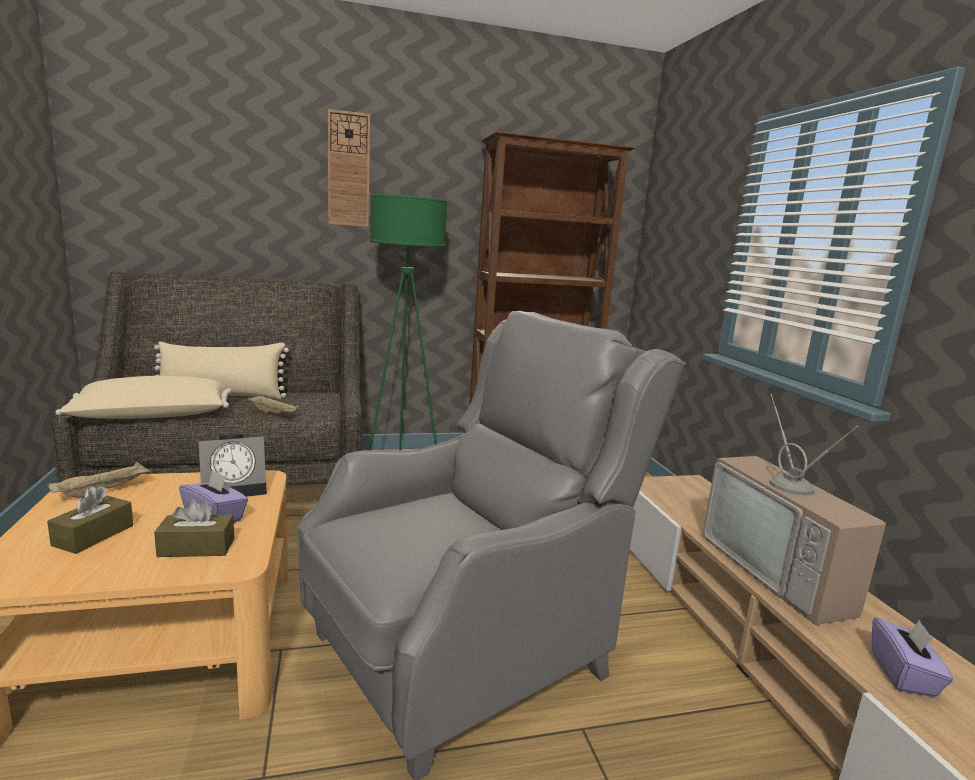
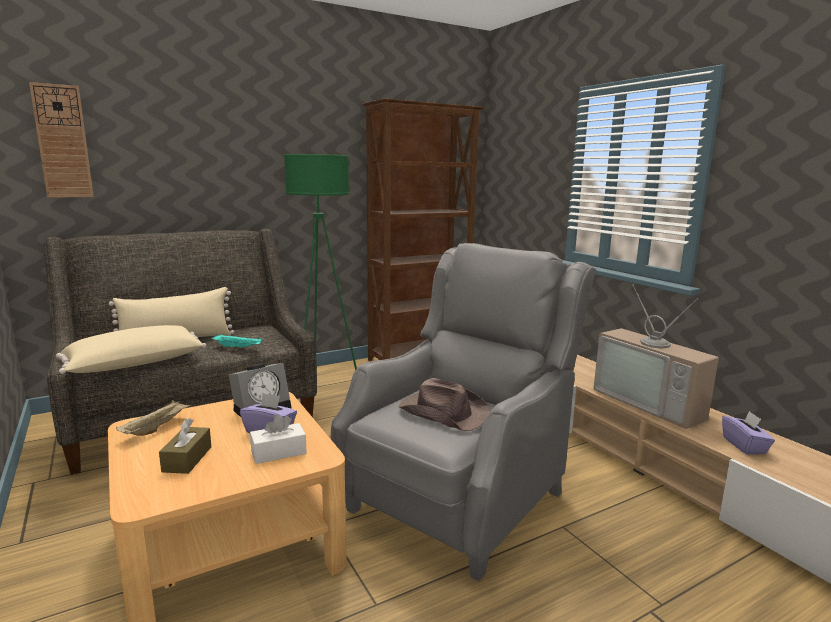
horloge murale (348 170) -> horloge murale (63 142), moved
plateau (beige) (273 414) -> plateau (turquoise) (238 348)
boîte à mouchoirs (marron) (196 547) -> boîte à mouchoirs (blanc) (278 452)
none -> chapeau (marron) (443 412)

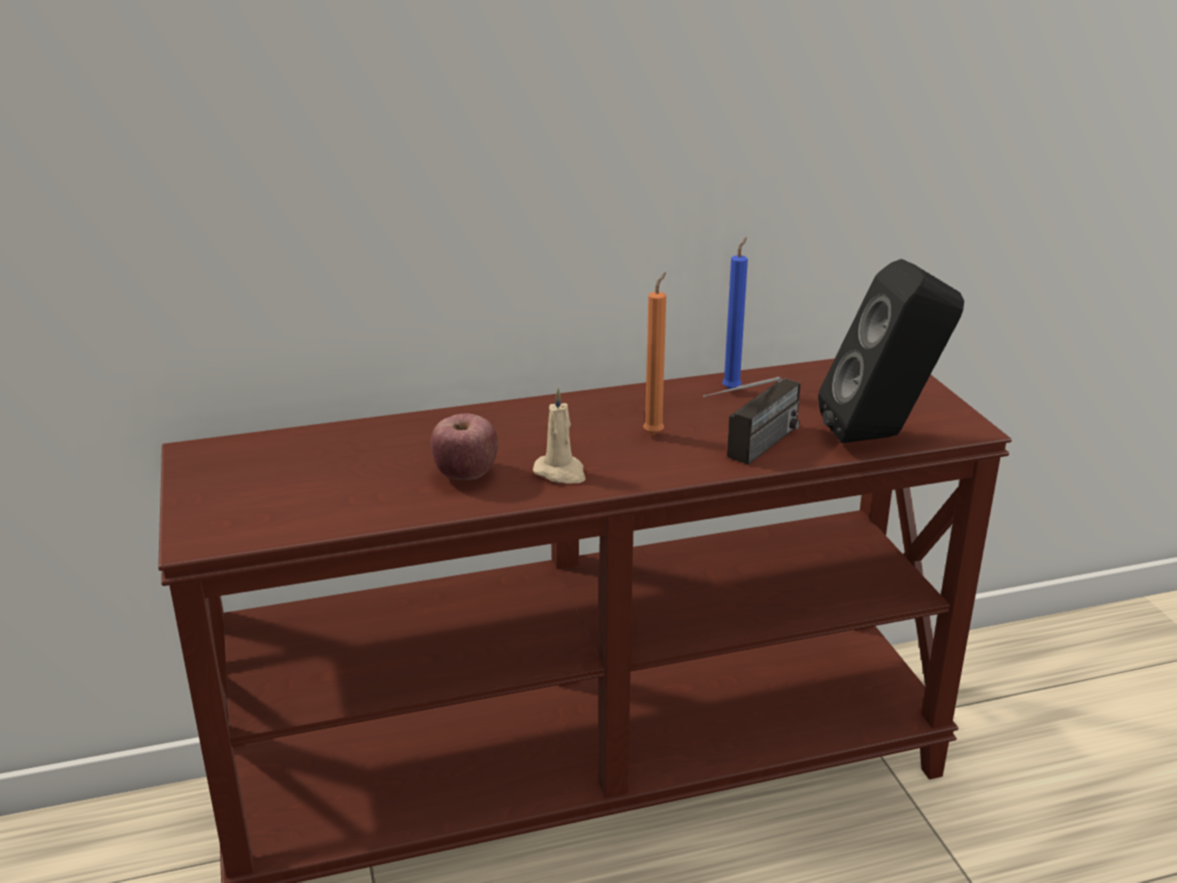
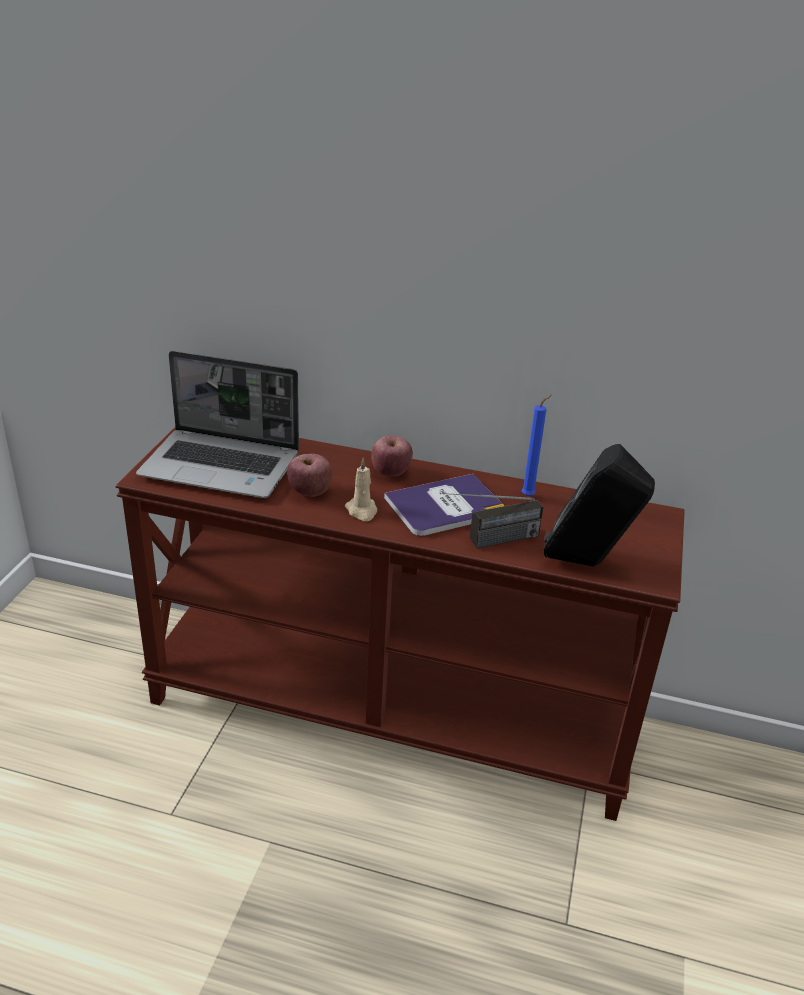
none -> ordinateur portable (222 466)
none -> pomme (391 473)
bougie (orange) (655 433) -> livre (445 507)

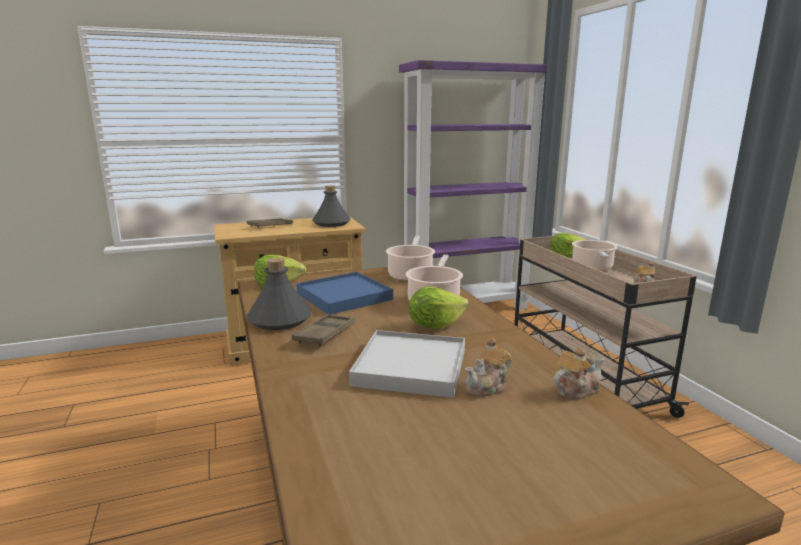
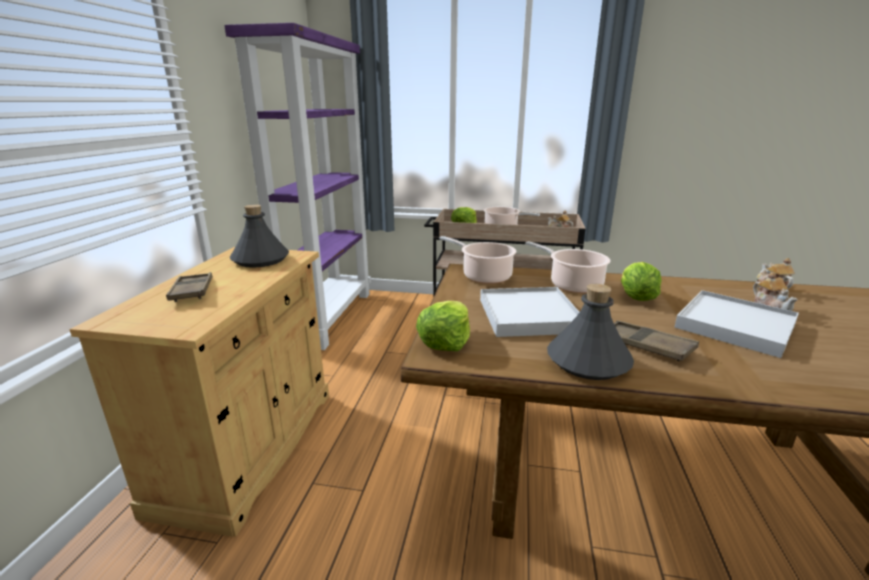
plateau (bleu) (344 296) -> plateau (blanc) (528 315)

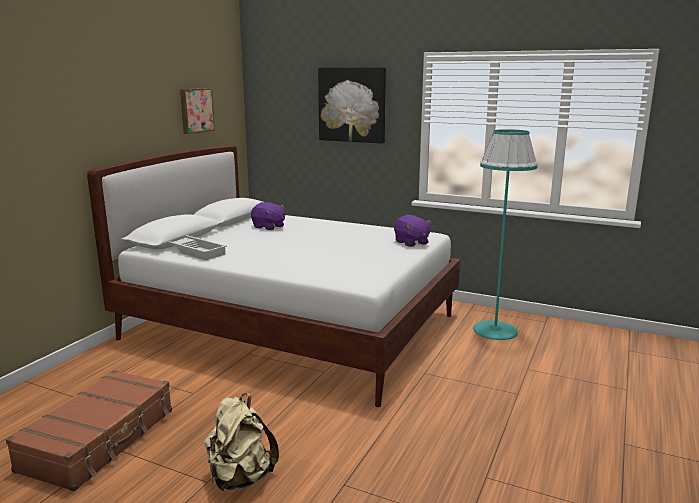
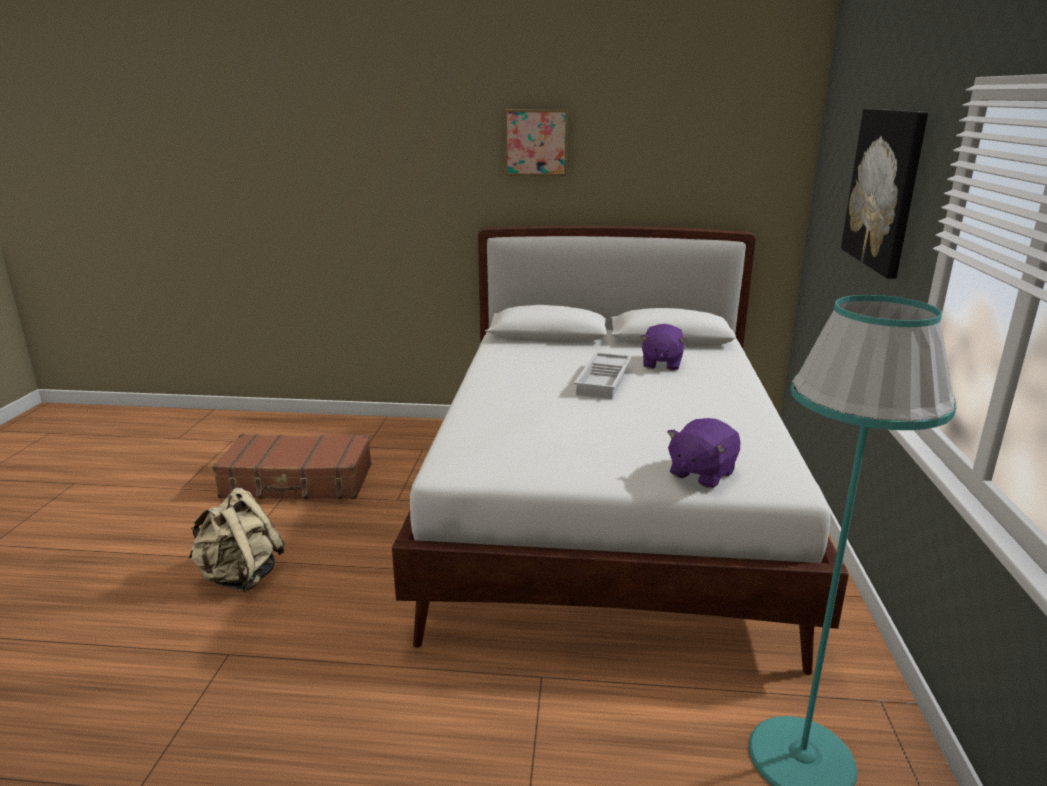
tableau (196 110) -> tableau (536 142), moved
plateau (blanc) (196 251) -> plateau (blanc) (605 381), moved

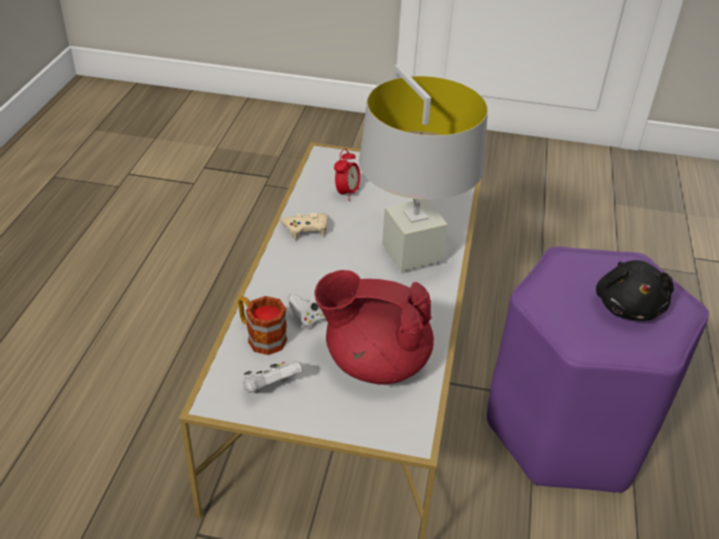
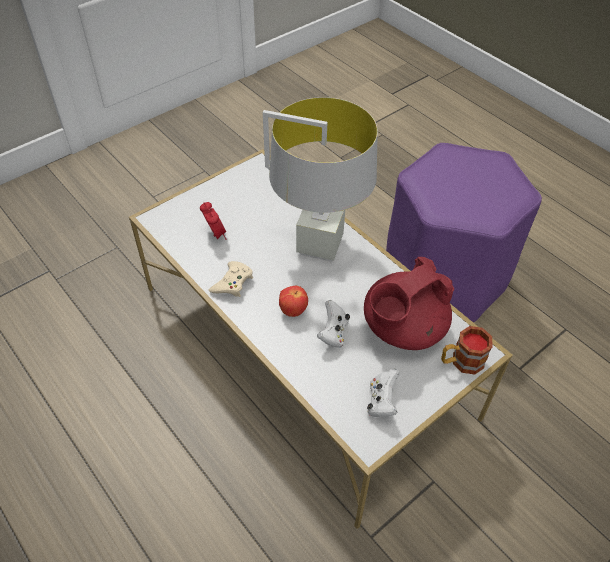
none -> pomme (293 311)
mug (261 336) -> mug (461 362), moved
peluche (noir) (628 306) -> none

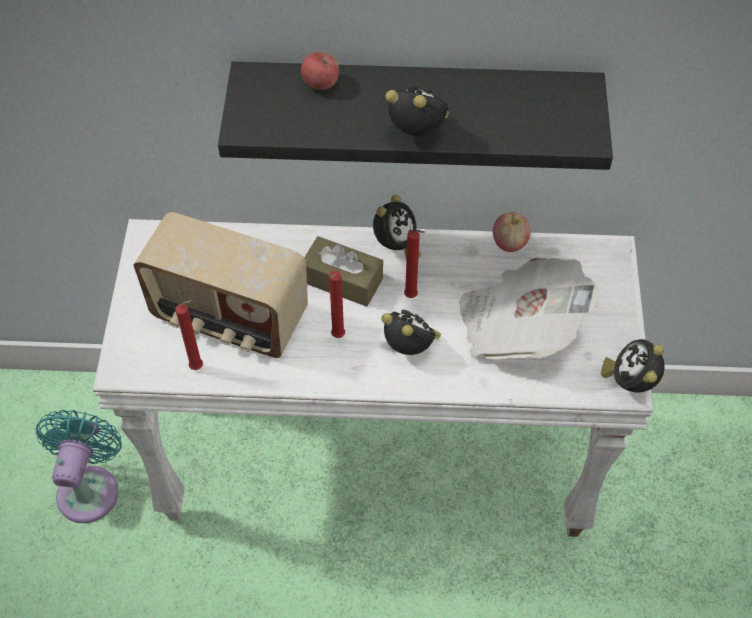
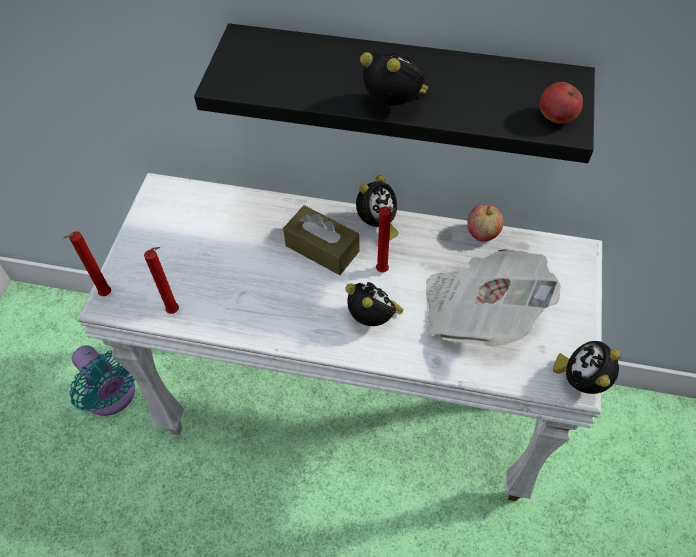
bougie (rouge) (337 337) -> bougie (rouge) (104 295), moved
ventilateur (turquoise) (89 487) -> ventilateur (turquoise) (113 396), 120 degrees clockwise
pomme (320 84) -> pomme (556 117), moved
radio (229 318) -> none

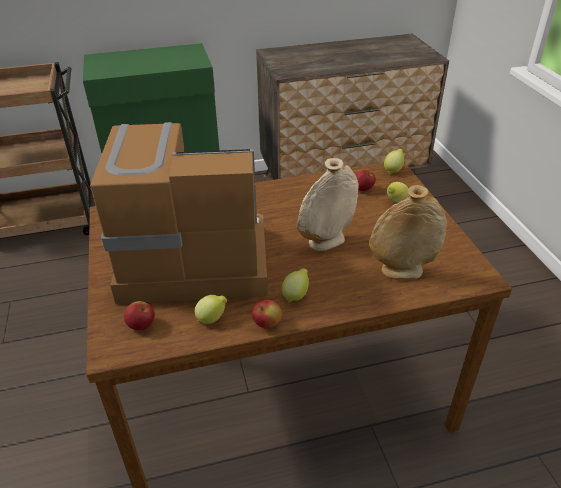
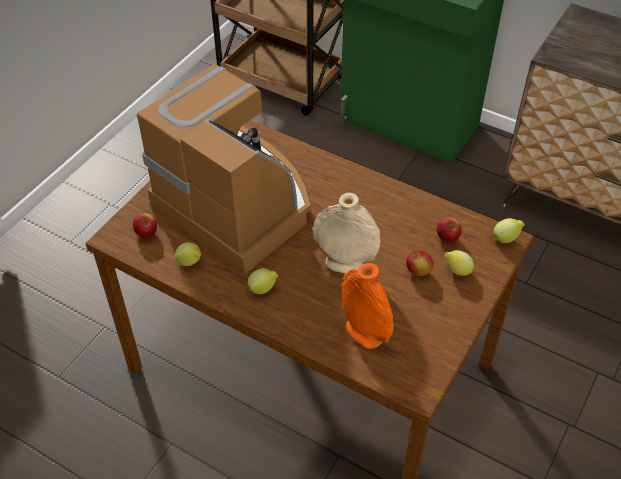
vase (beige) (401 271) -> vase (orange) (364 333)
pomme (267 324) -> pomme (418 271), moved

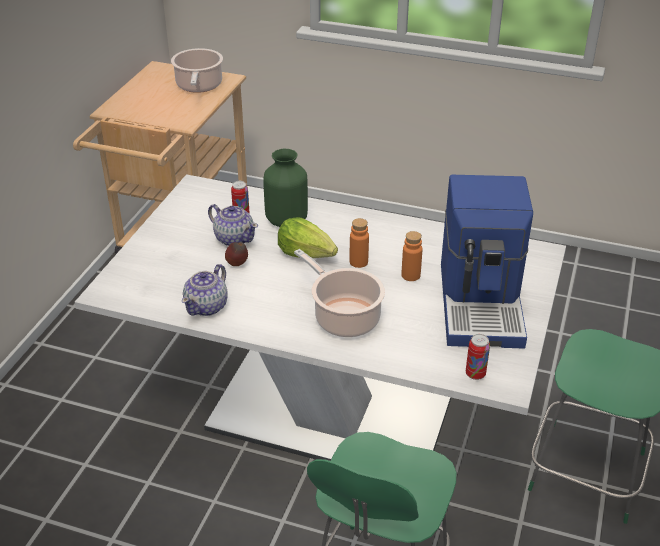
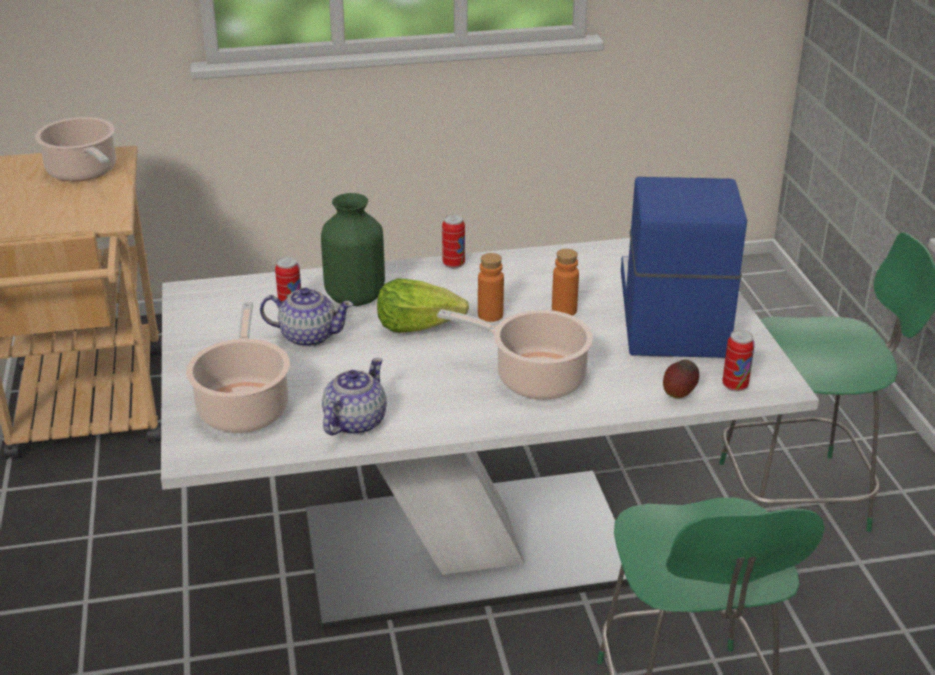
none -> marmite (244 406)
théière (207 306) -> théière (354 422), 150 degrees counterclockwise
none -> boîte métallique (453 264)
machine à café (482 303) -> machine à café (669 314), 150 degrees counterclockwise
pomme (237 265) -> pomme (679 395), moved

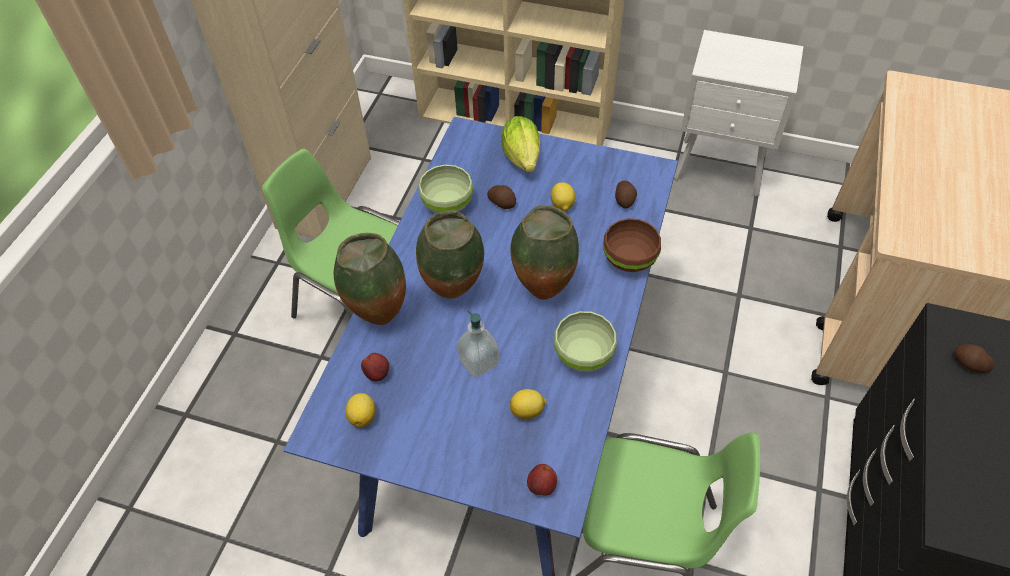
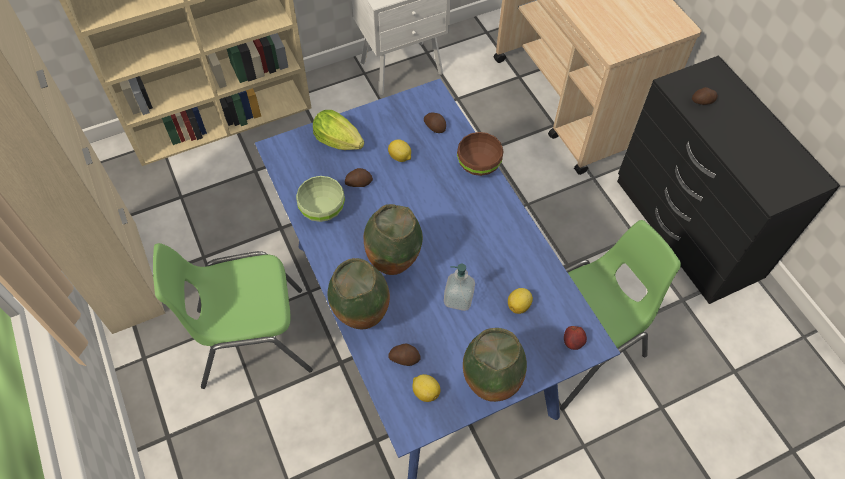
pomme (378 374) -> pomme de terre (404 358)
vase (542 289) -> vase (488 388), moved
bol (vert) (584 355) -> none

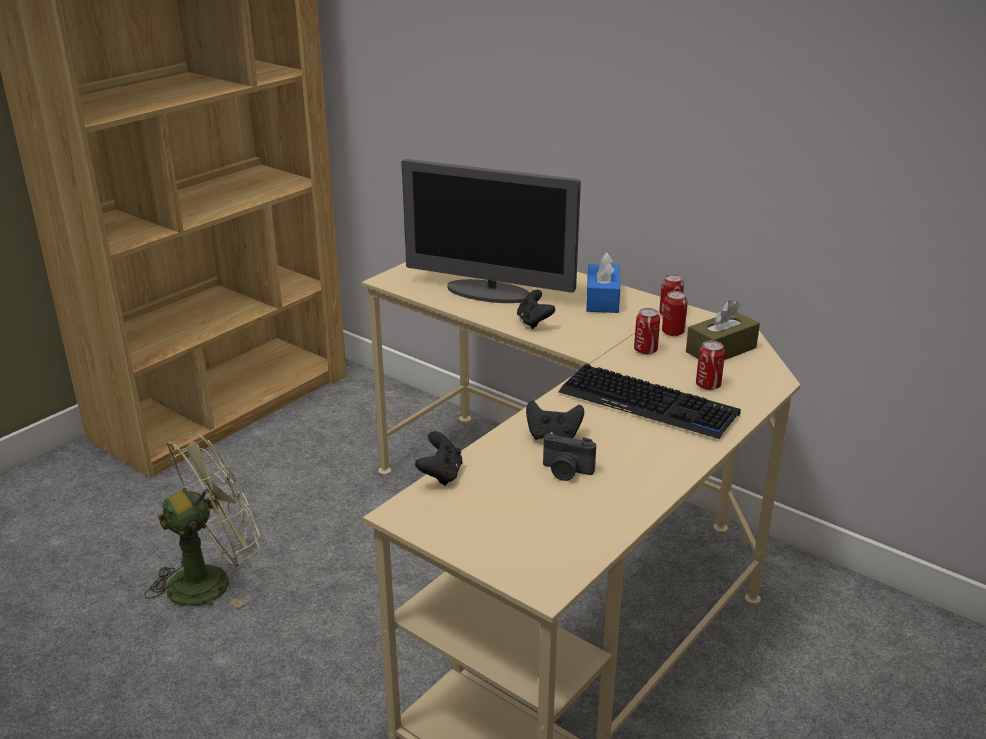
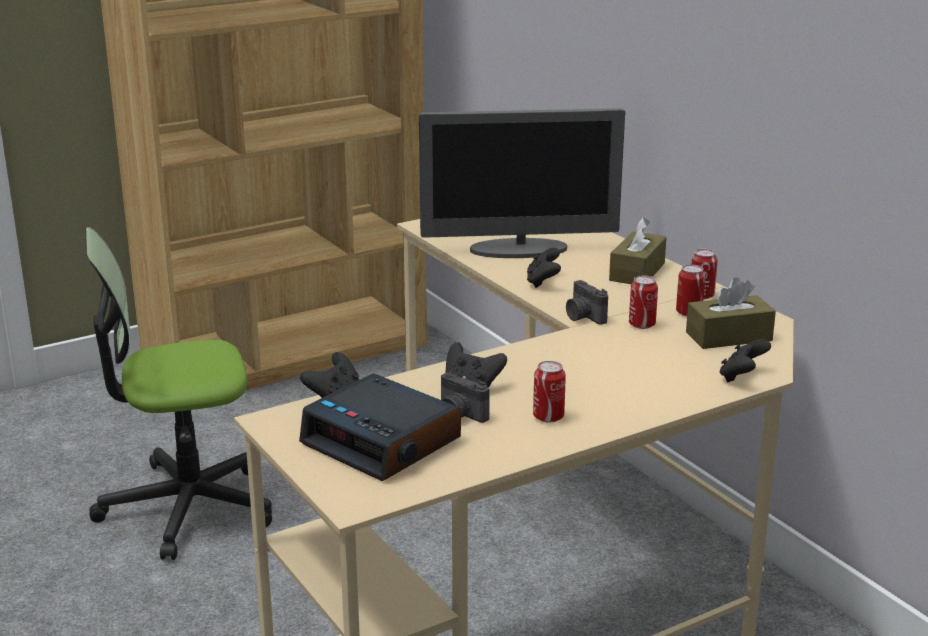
ventilateur (vert) (211 579) -> chaise de bureau (187 506)
none -> réveil (383 442)
écran d'ordinateur (489 292) -> écran d'ordinateur (519 249), 45 degrees counterclockwise
boîte métallique (708 385) -> boîte métallique (548 417), moved
none -> appareil photo (583 317)
boîte à mouchoirs (bleu) (602 299) -> boîte à mouchoirs (marron) (637 272)
none -> manette (noir) (741 377)
clavier (648 404) -> none

